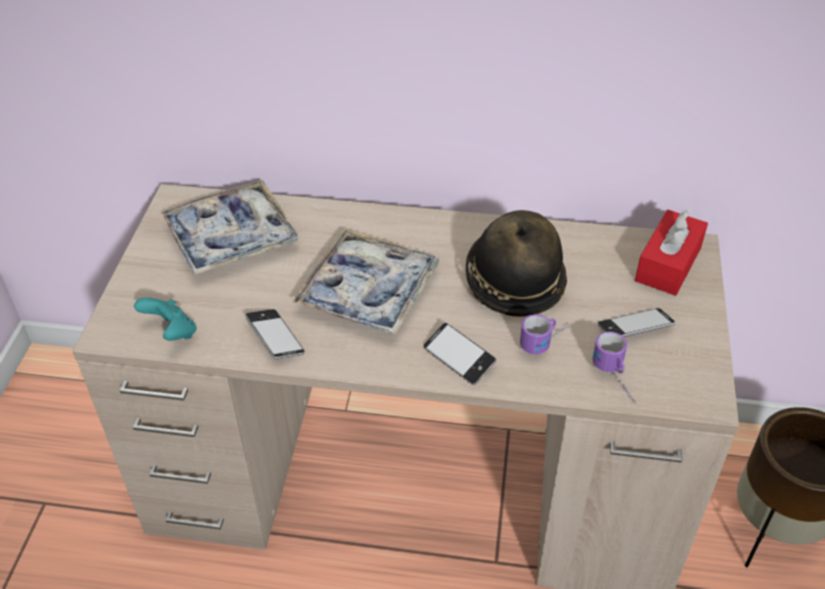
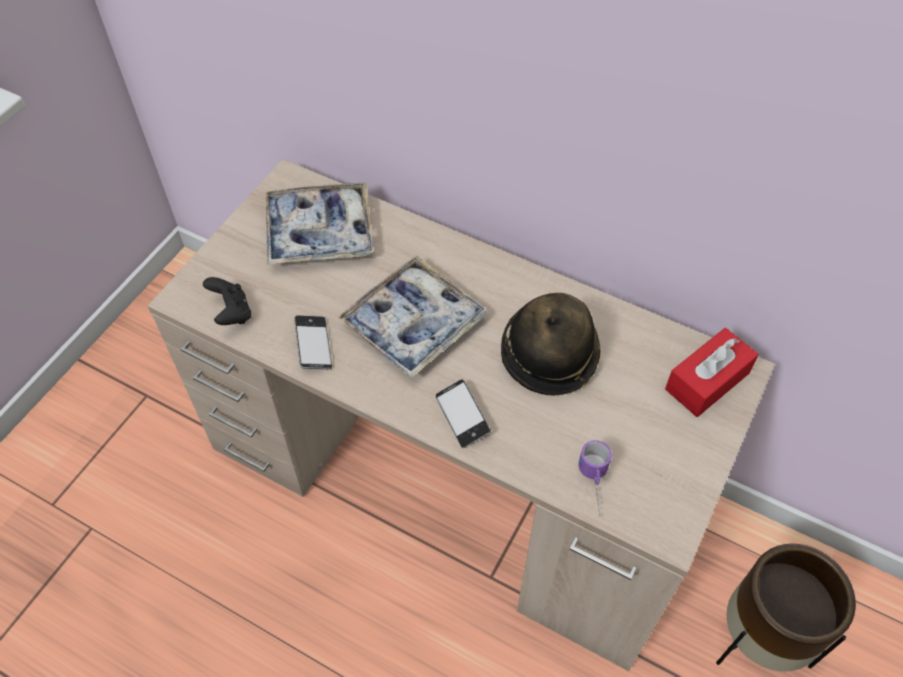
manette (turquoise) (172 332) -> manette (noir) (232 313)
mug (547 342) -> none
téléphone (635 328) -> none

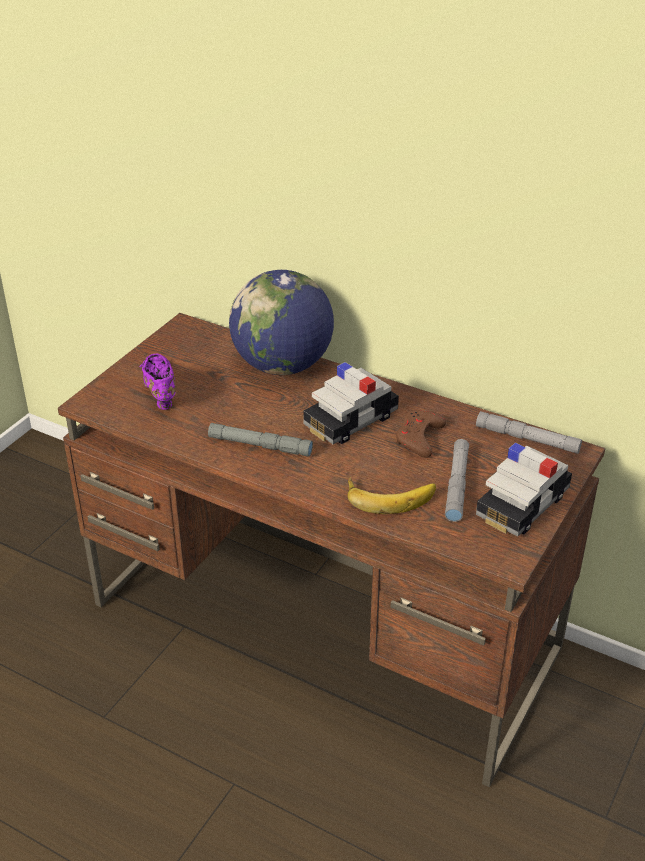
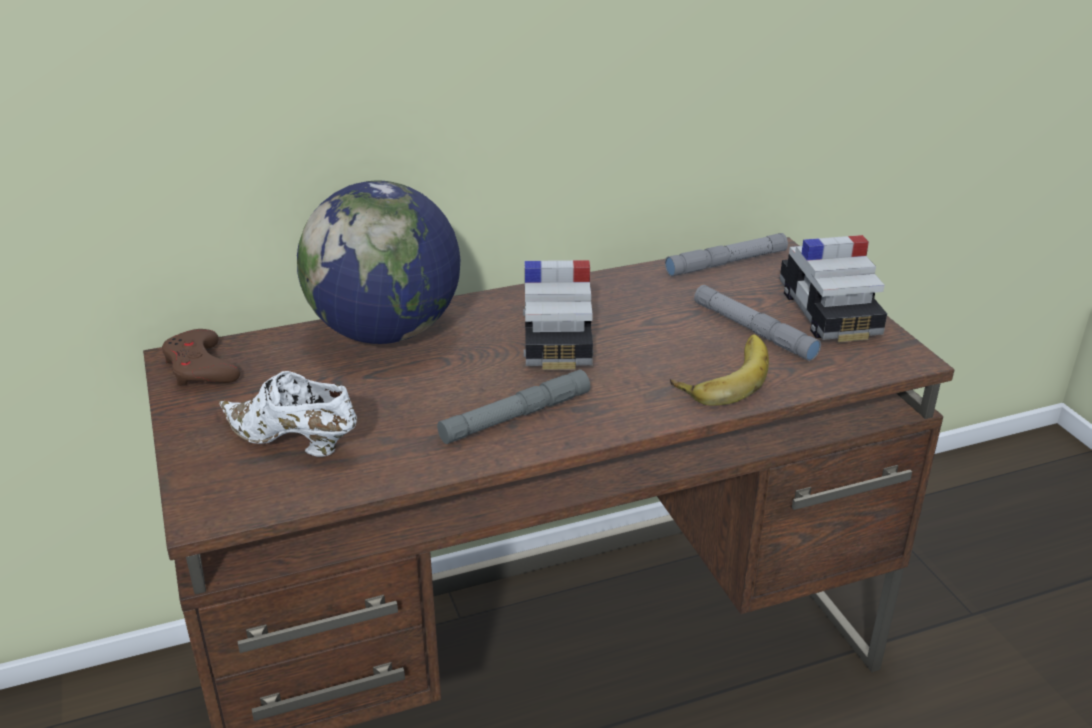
manette (marron) (419 437) -> manette (marron) (200 367), moved
chaussure (violet) (161 394) -> chaussure (blanc) (293 442)

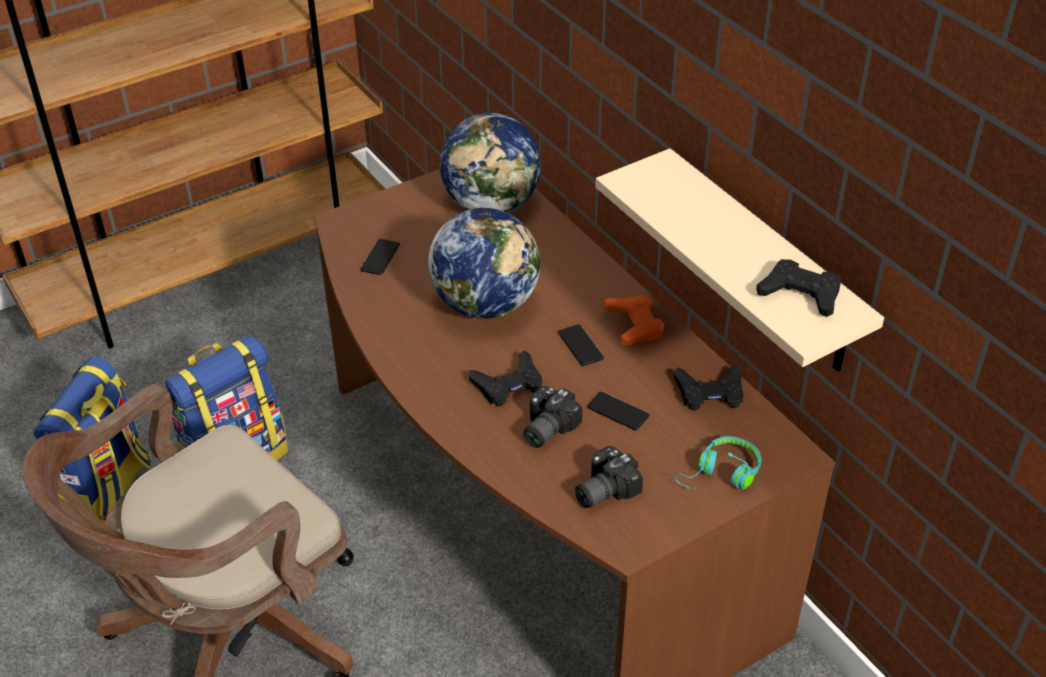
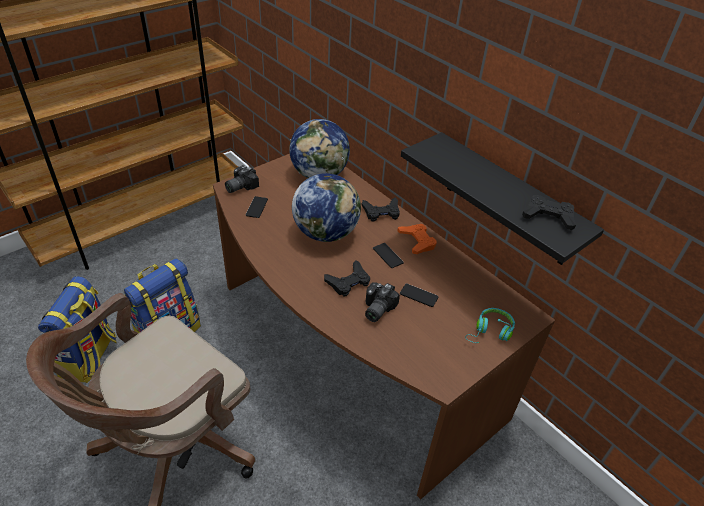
appareil photo (602 489) -> appareil photo (239 186), moved
manette (noir) (710 393) -> manette (noir) (381 212), moved
étagère (beige) (763 264) -> étagère (noir) (508 200)

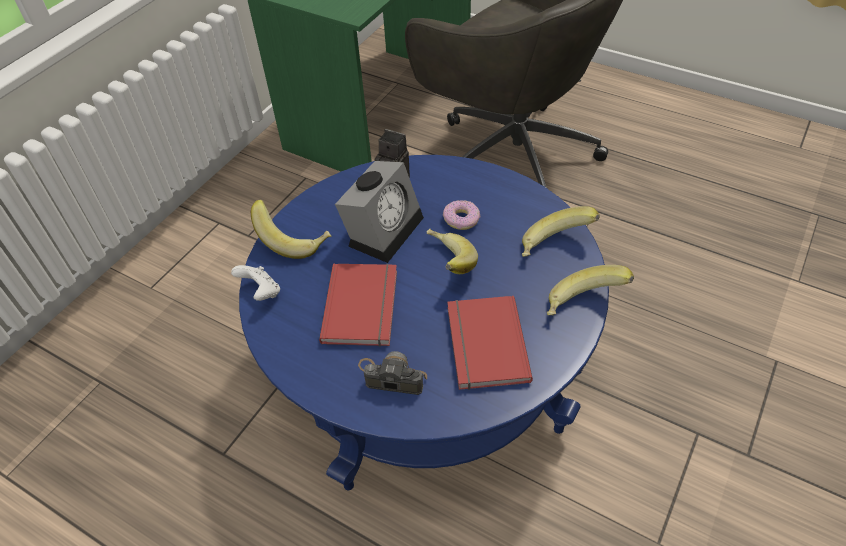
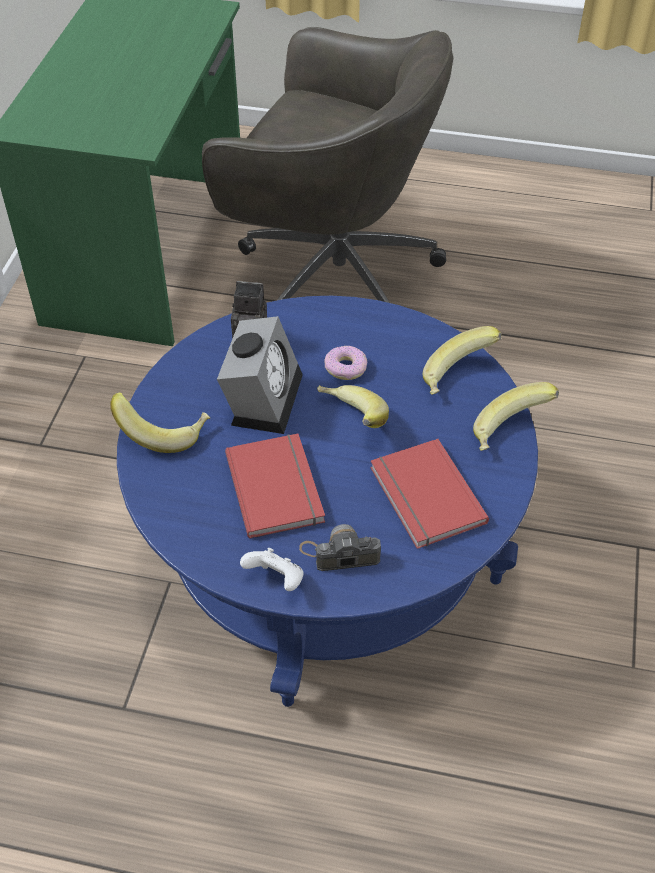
manette (blanc) (261 292) -> manette (blanc) (276 579), moved

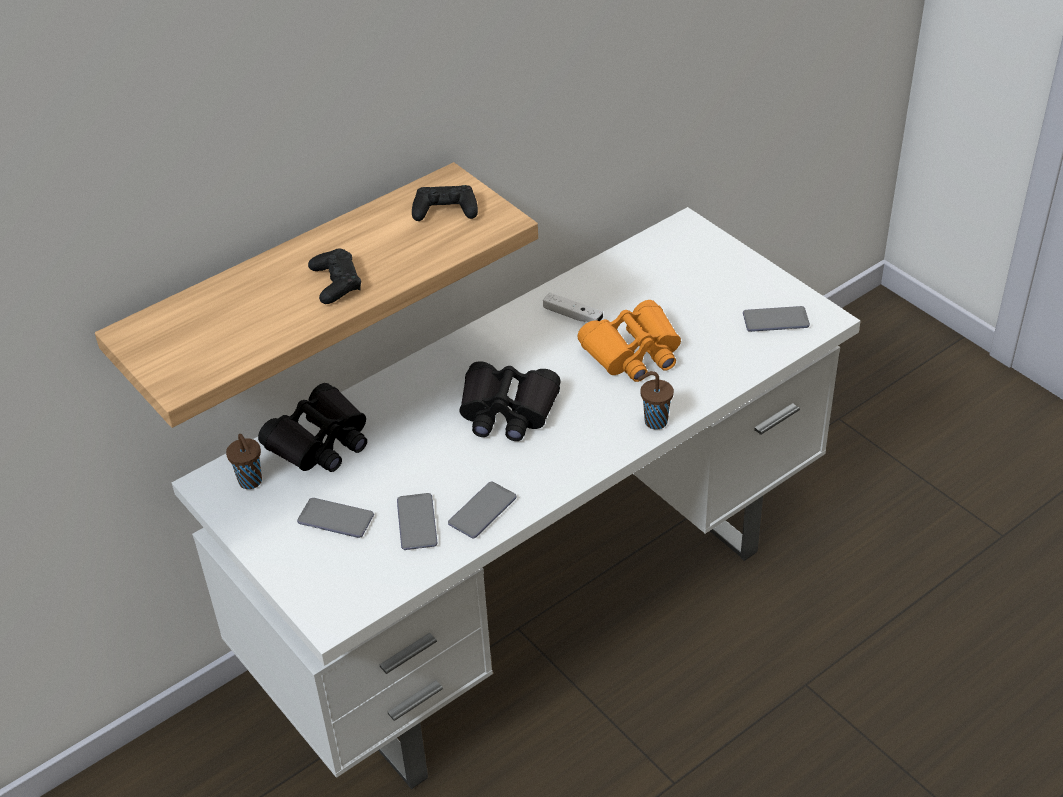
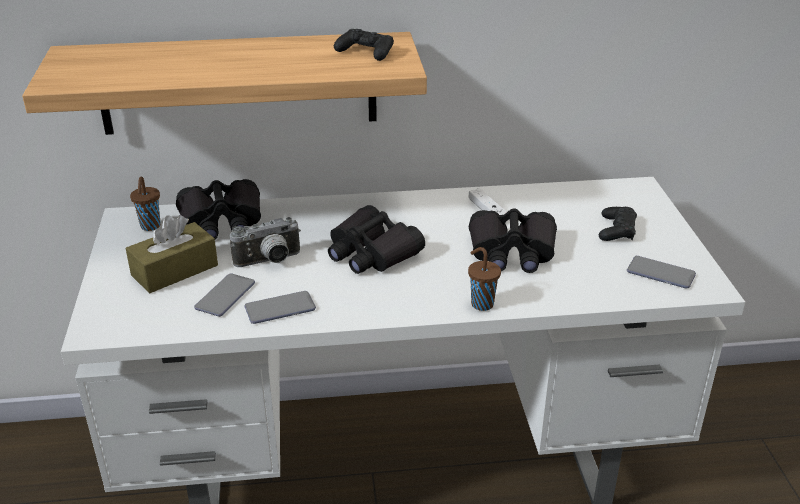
téléphone (335 519) -> boîte à mouchoirs (marron) (175 270)
none -> appareil photo (269 262)
jumelles (orange) (633 353) -> jumelles (noir) (511 252)
manette (noir) (336 283) -> manette (noir) (616 230), moved

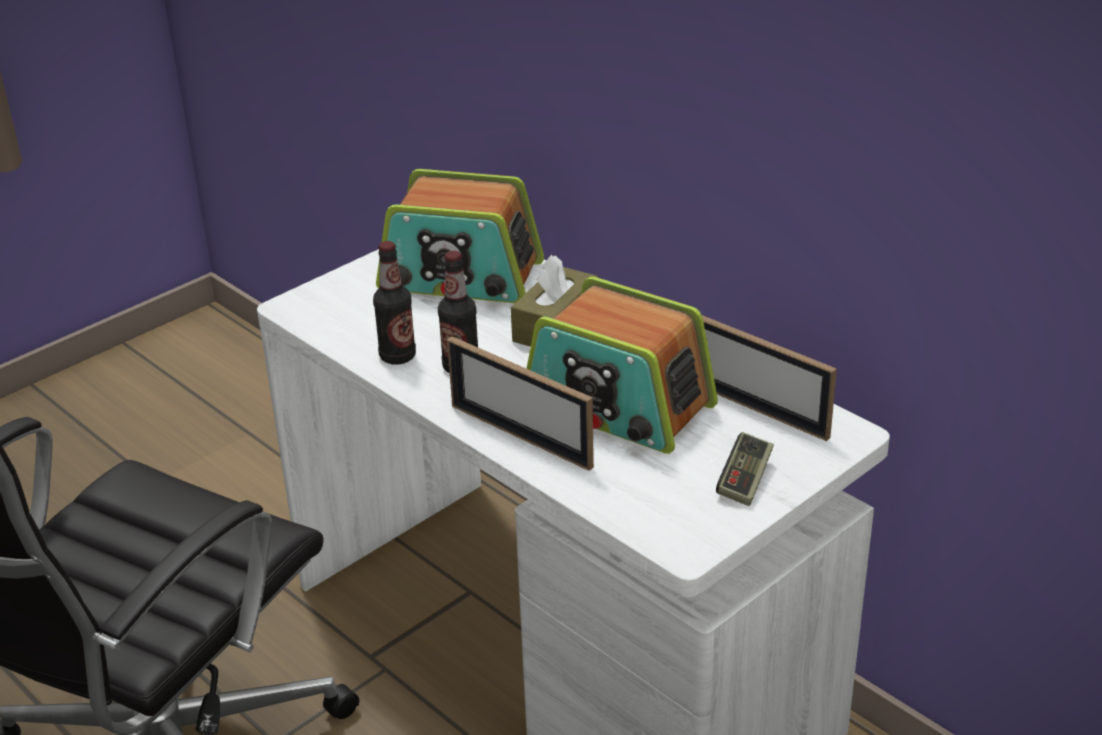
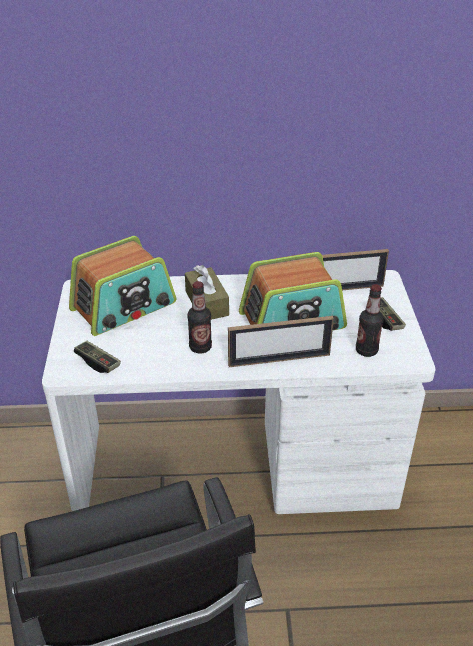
none -> manette (98 362)
bouteille (397 356) -> bouteille (366 350), moved

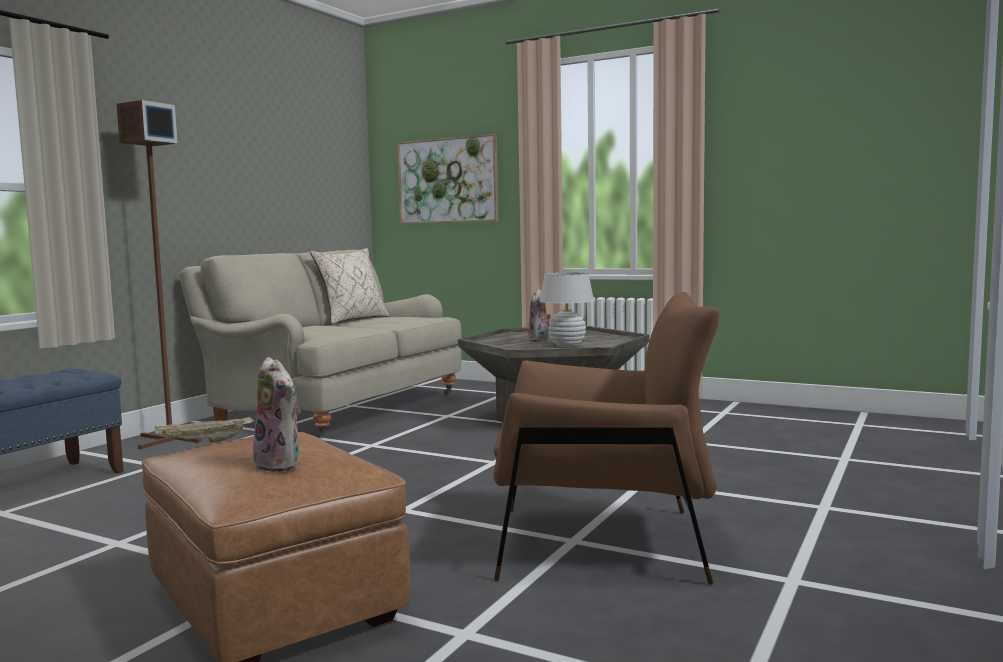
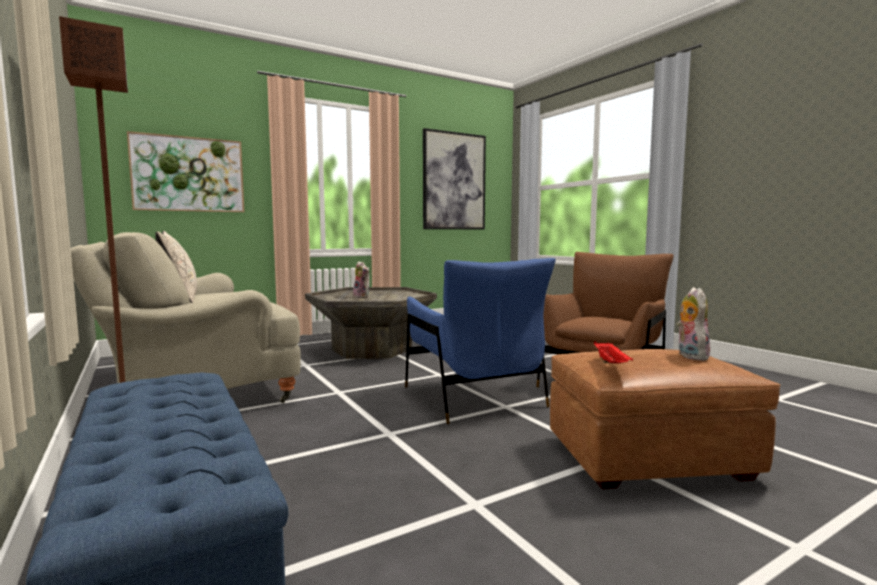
none -> fauteuil (bleu) (473 397)
none -> tableau (454 181)
plateau (beige) (205 442) -> plateau (rouge) (611 364)
peluche (281 465) -> peluche (689 356), 75 degrees counterclockwise
lampe de table (blanc) (567 345) -> none

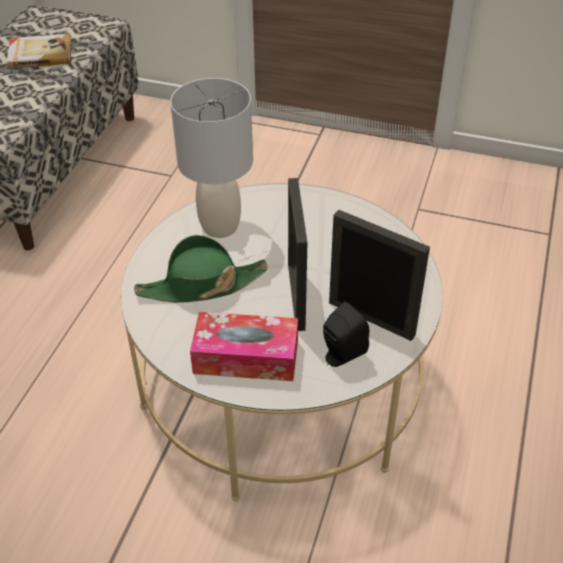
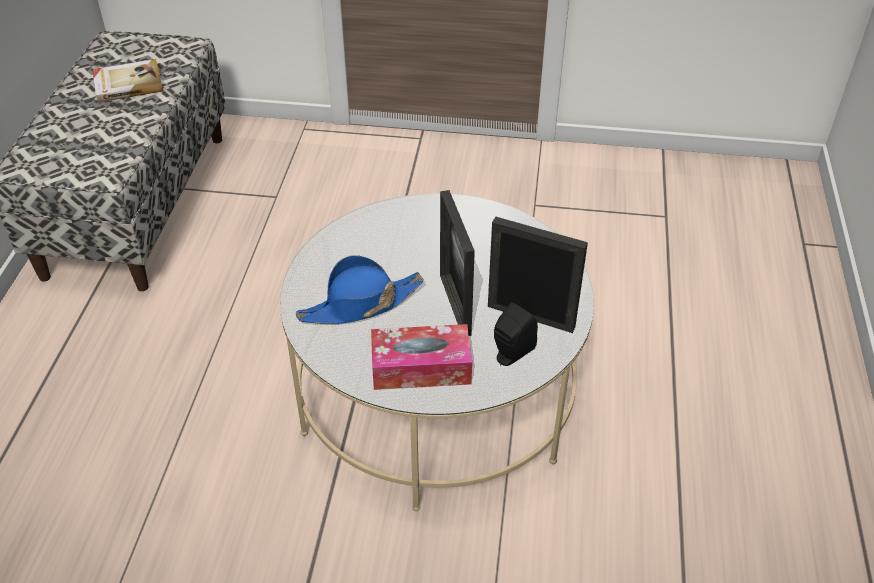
chapeau (vert) (201 285) -> chapeau (bleu) (360 304)
lampe de table (gris) (220 227) -> none

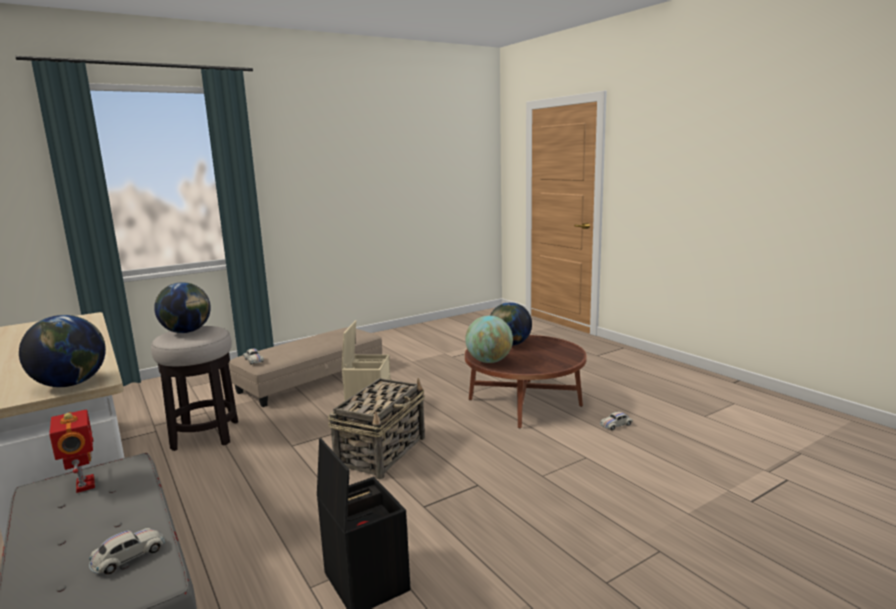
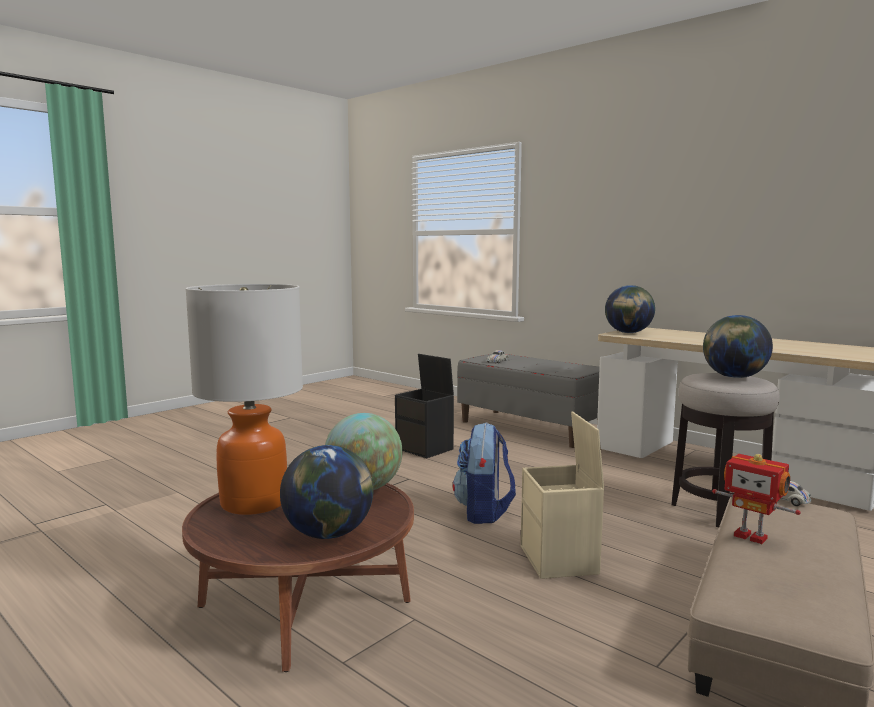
none -> lampe de table (254 502)
panier (382 451) -> sac à dos (484 512)
robot jouet (83 485) -> robot jouet (751 536), moved
petite voiture (blanc) (616 425) -> none

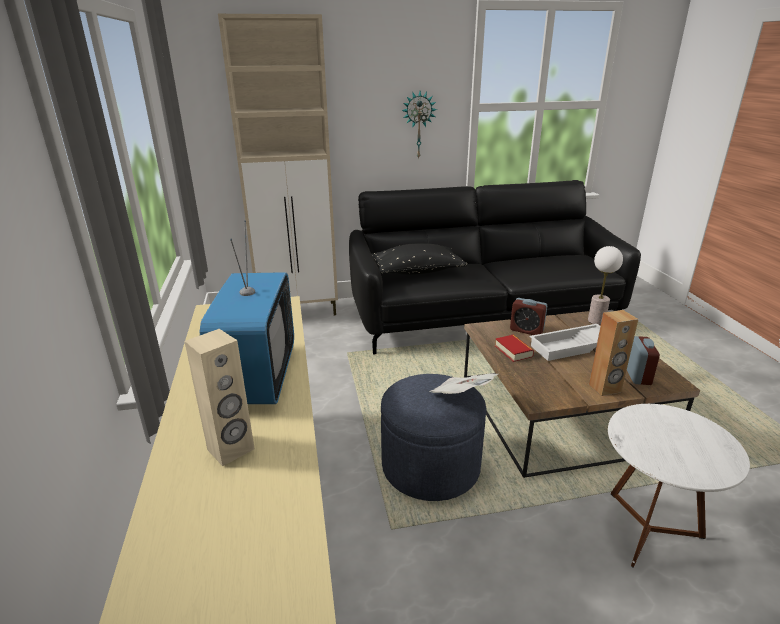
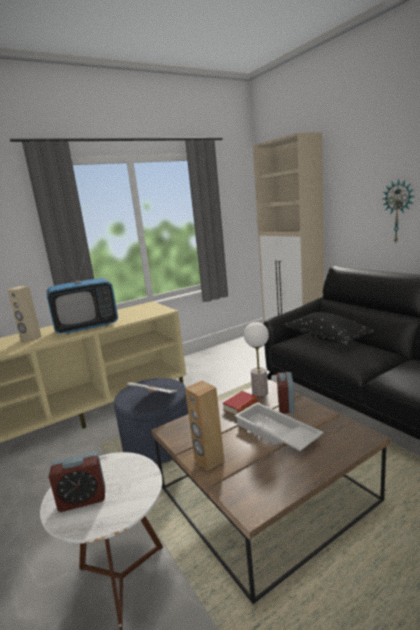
réveil (637 375) -> réveil (82 499), moved
lampe de table (596 321) -> lampe de table (259 392), moved

